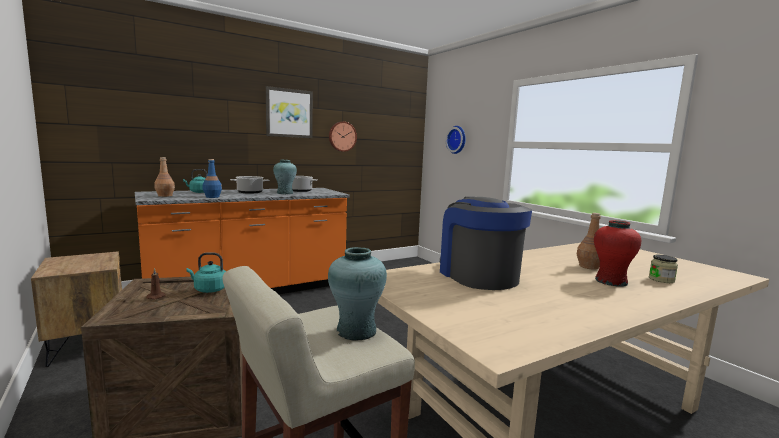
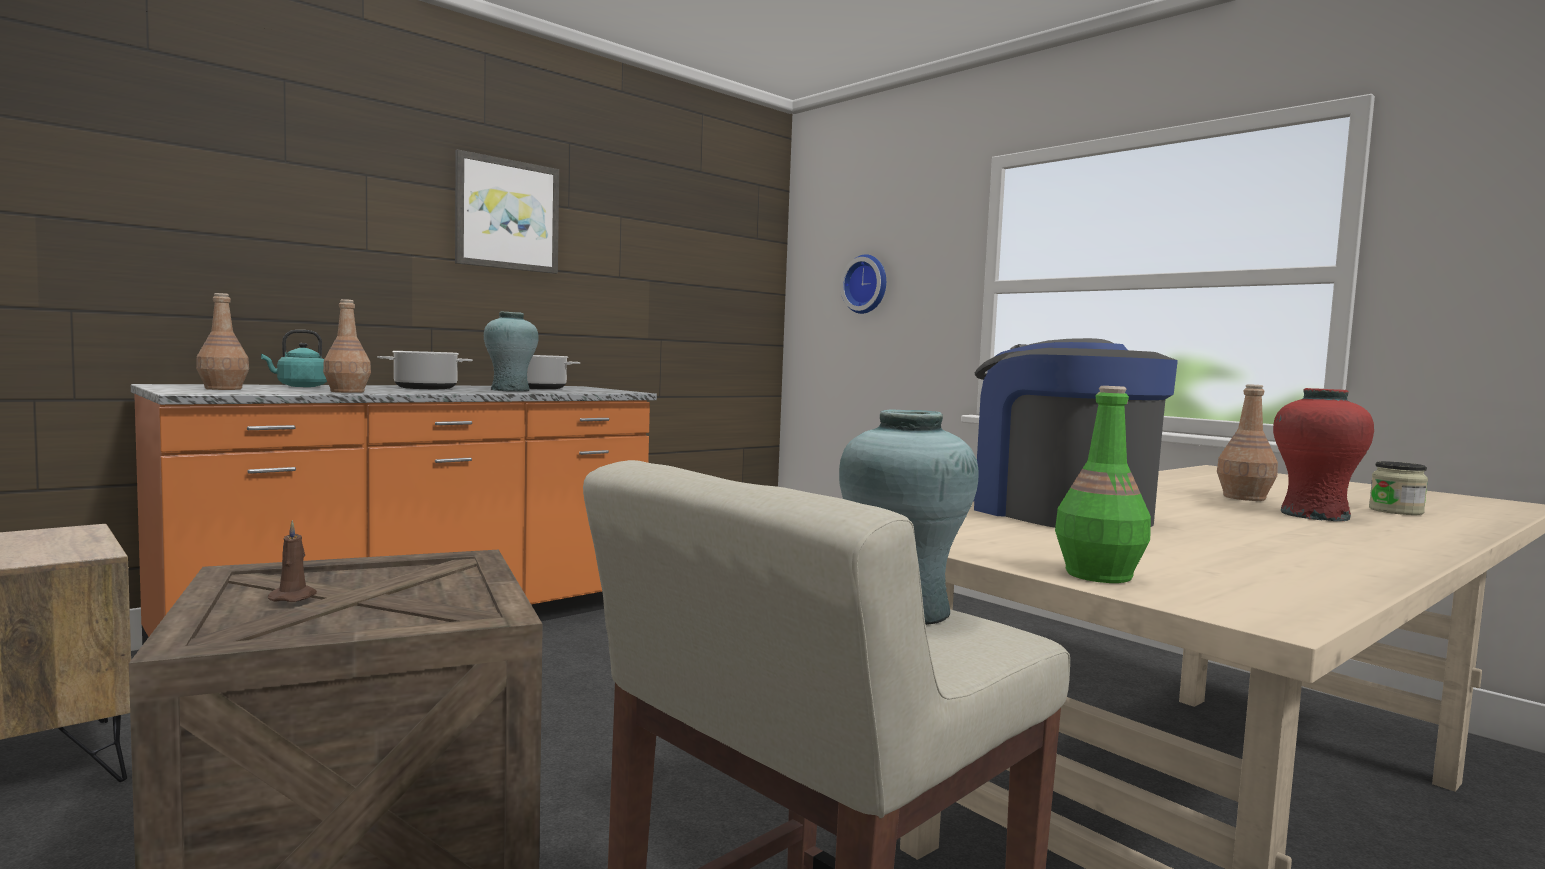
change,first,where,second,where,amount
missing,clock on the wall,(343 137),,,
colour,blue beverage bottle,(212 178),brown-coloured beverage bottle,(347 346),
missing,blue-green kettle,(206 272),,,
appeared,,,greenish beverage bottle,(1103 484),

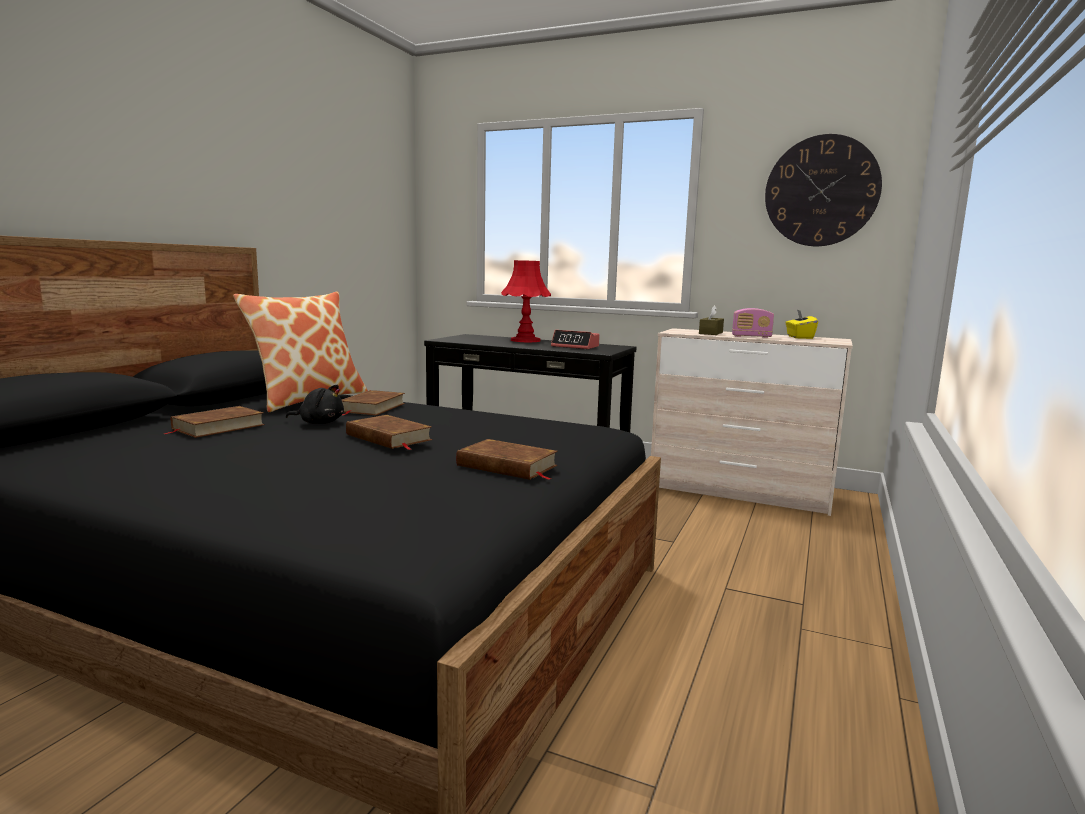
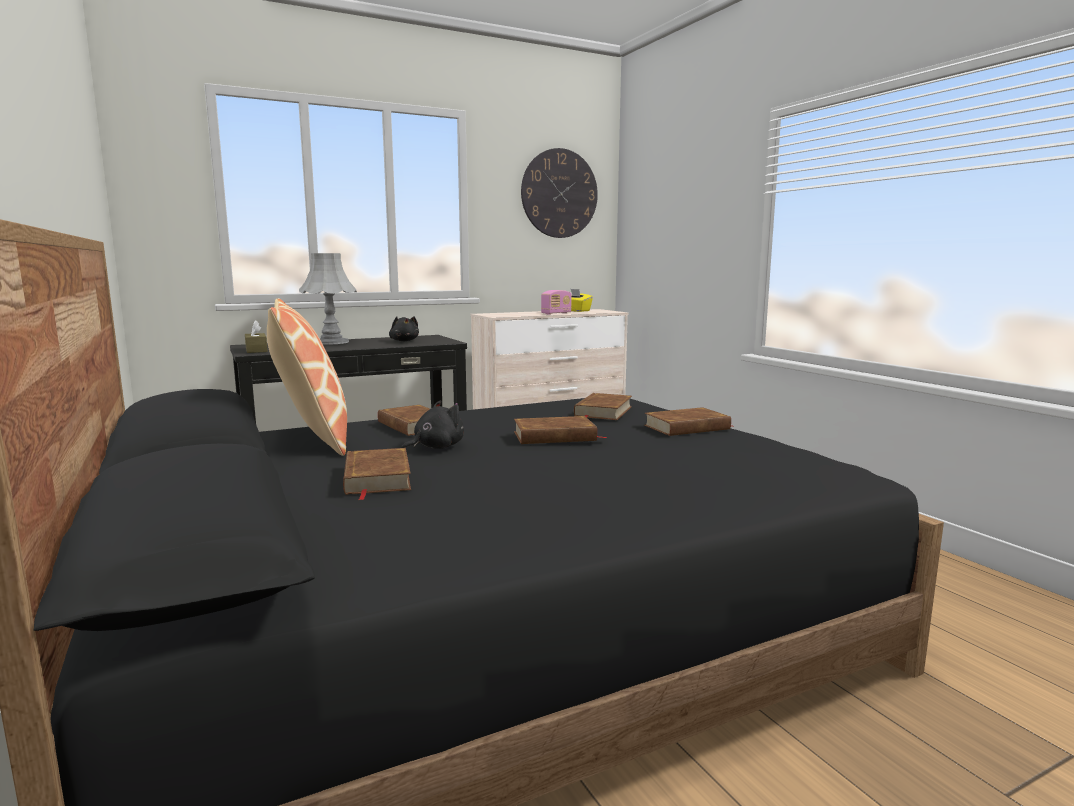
change,first,where,second,where,amount
colour,red tabletop lamp,(526 301),grey tabletop lamp,(328 298),
relocated,brown-coloured box of tissues,(711 320),,(256 336),
exchanged,alarm clock,(575 339),black plush toy,(404 328),
appeared,,,brown-coloured bound book,(603 406),

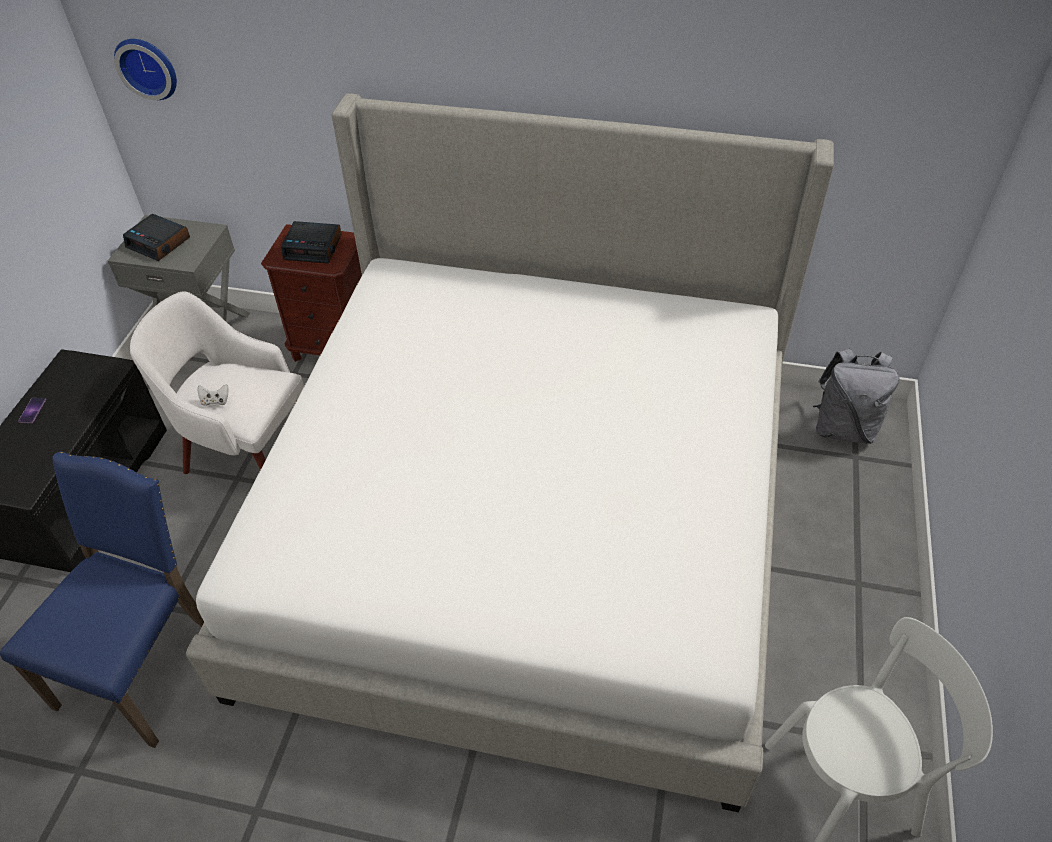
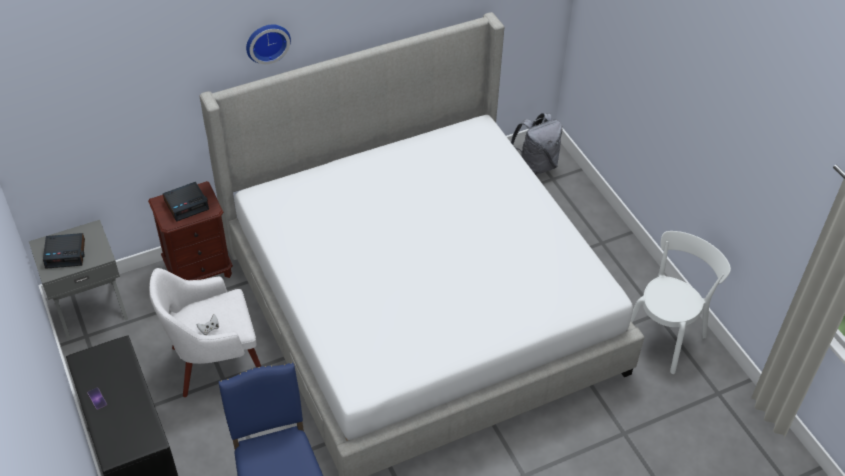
change,first,where,second,where,amount
relocated,clock on the wall,(145 69),,(268 44),

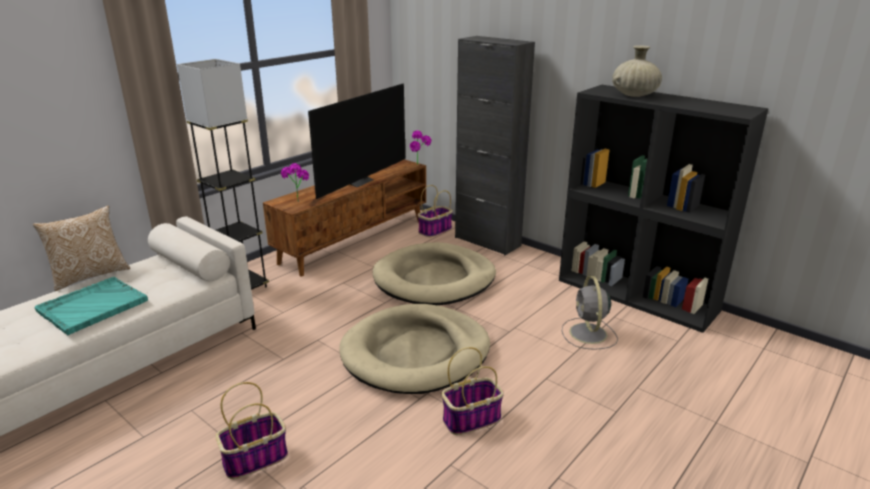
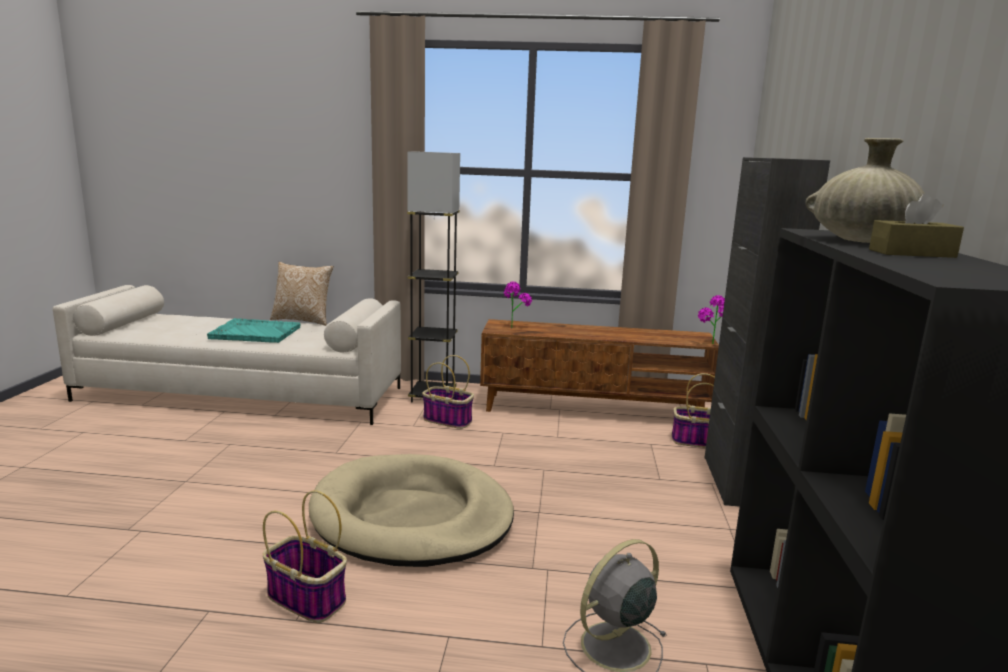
change,first,where,second,where,amount
missing,TV,(356 141),,,
missing,beige dog bed,(434 273),,,
relocated,basket,(252 430),,(448 392),
appeared,,,brown-coloured box of tissues,(916 226),

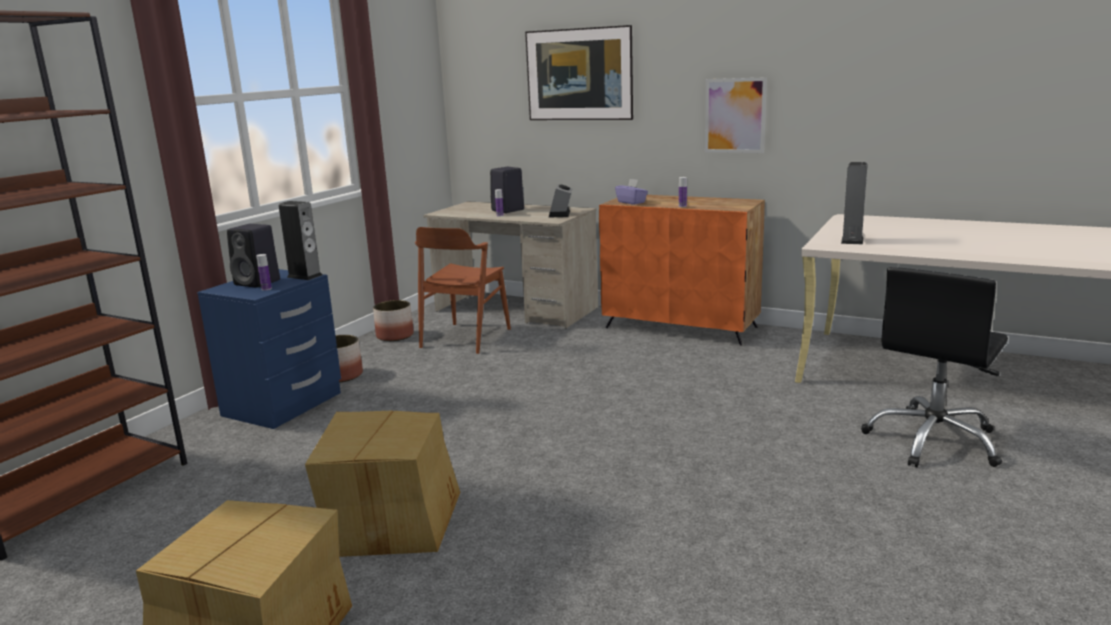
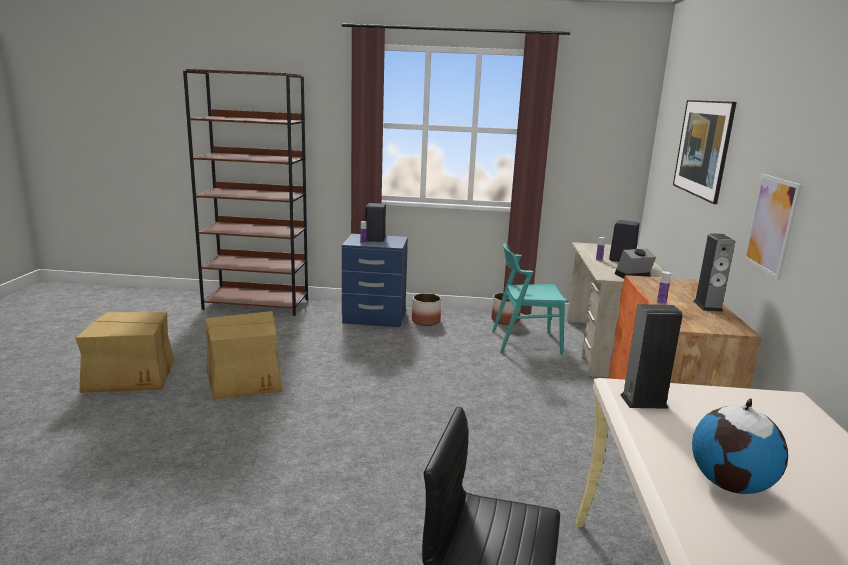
change,first,where,second,where,amount
missing,purple-coloured box of tissues,(631 192),,,
relocated,speaker,(300 240),,(714 272),
colour,brown-coloured plain chair,(463 290),blue-green plain chair,(530 299),
appeared,,,desk globe,(740 446),

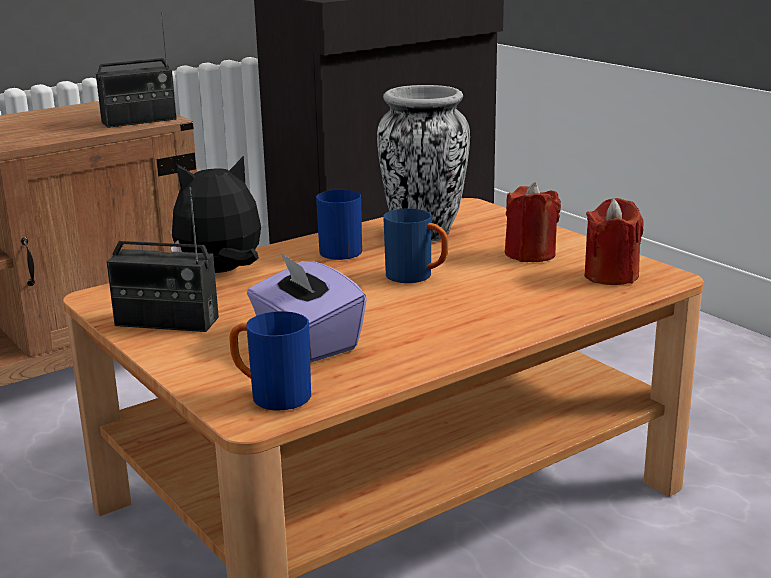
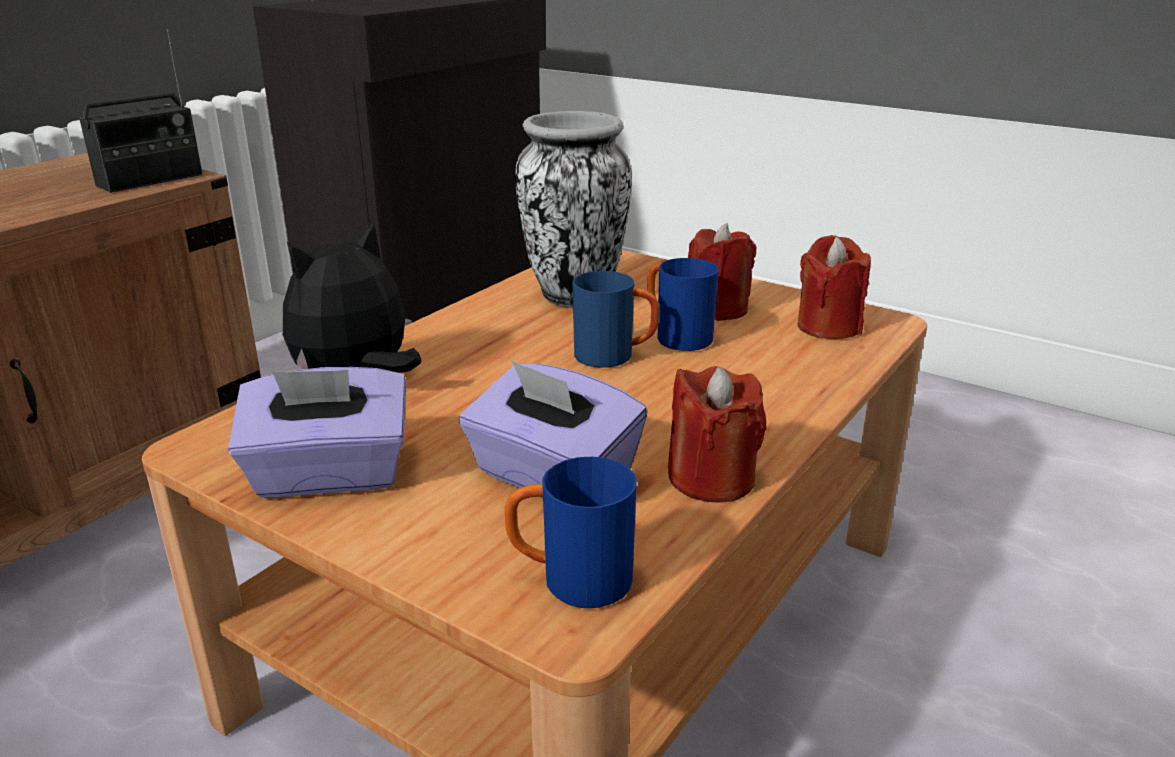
change,first,where,second,where,amount
exchanged,radio set,(163 259),purple-coloured box of tissues,(317 432),
relocated,blue coffee mug,(339 225),,(683 304),
appeared,,,red candle,(717 434),

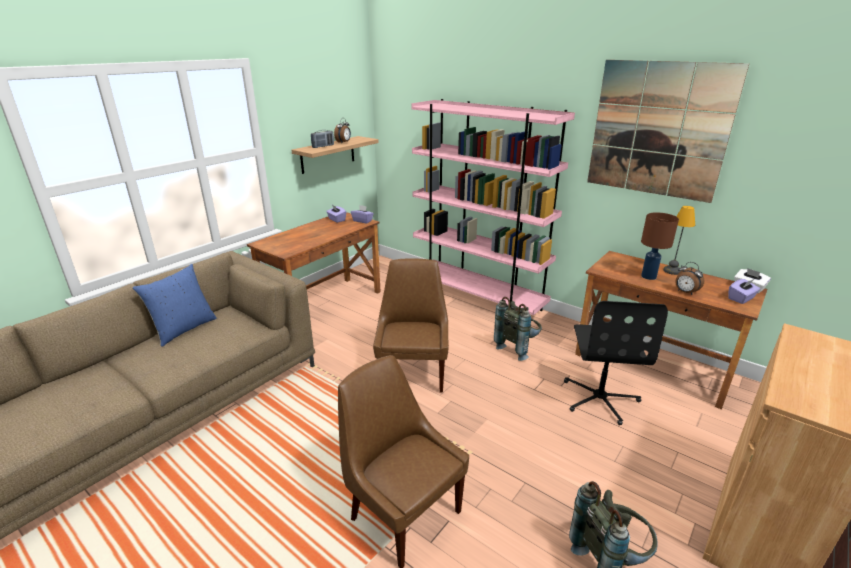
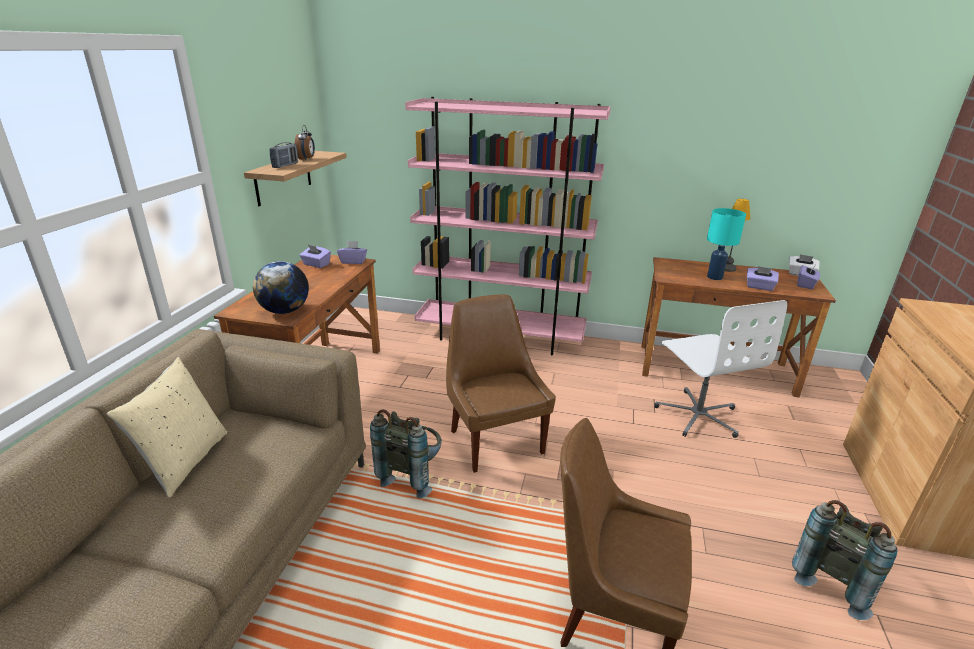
change,first,where,second,where,amount
missing,wall art,(668 131),,,
colour,brown-coloured tabletop lamp,(660 246),blue-green tabletop lamp,(726 244),
exchanged,alarm clock,(690 278),purple-coloured box of tissues,(763 278),
colour,blue pillow,(175 305),beige pillow,(167 427),
relocated,grey backpack,(518 329),,(406 454),
colour,black desk chair,(616 363),white desk chair,(720 369),
appeared,,,desk globe,(281 287),

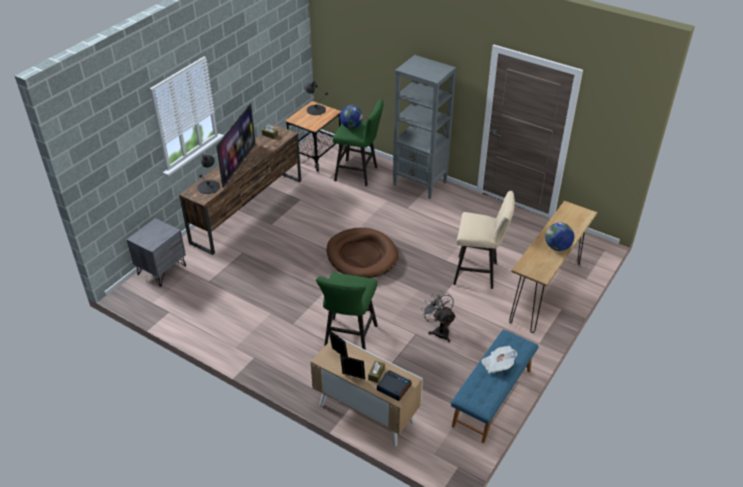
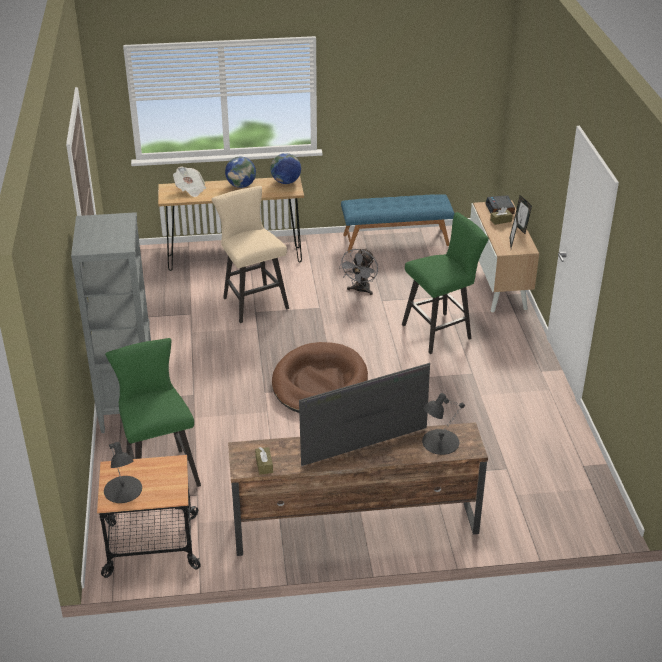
change,first,where,second,where,amount
relocated,desk globe,(351 117),,(286 168),
missing,grey night table,(156 252),,,
relocated,newspaper,(499 359),,(189 182),

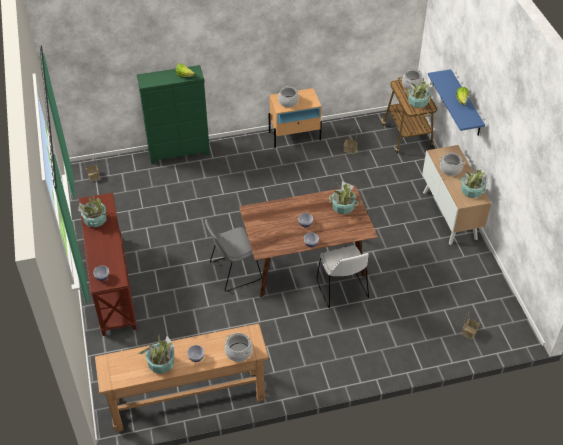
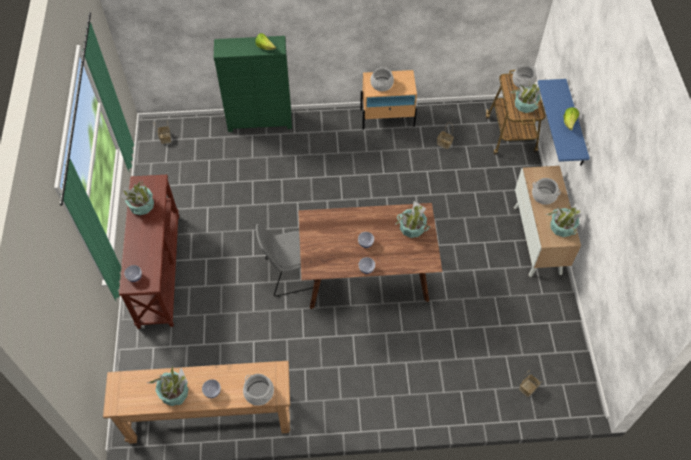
change,first,where,second,where,amount
missing,white plain chair,(343 277),,,

